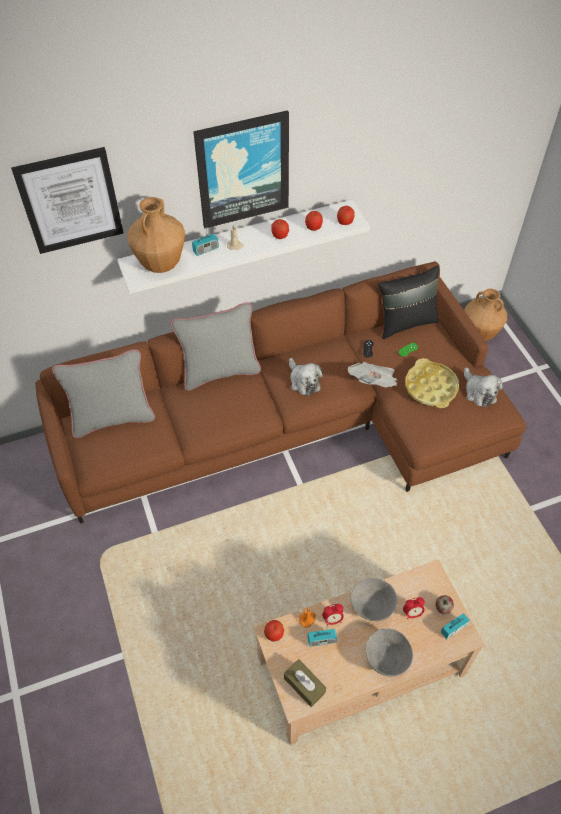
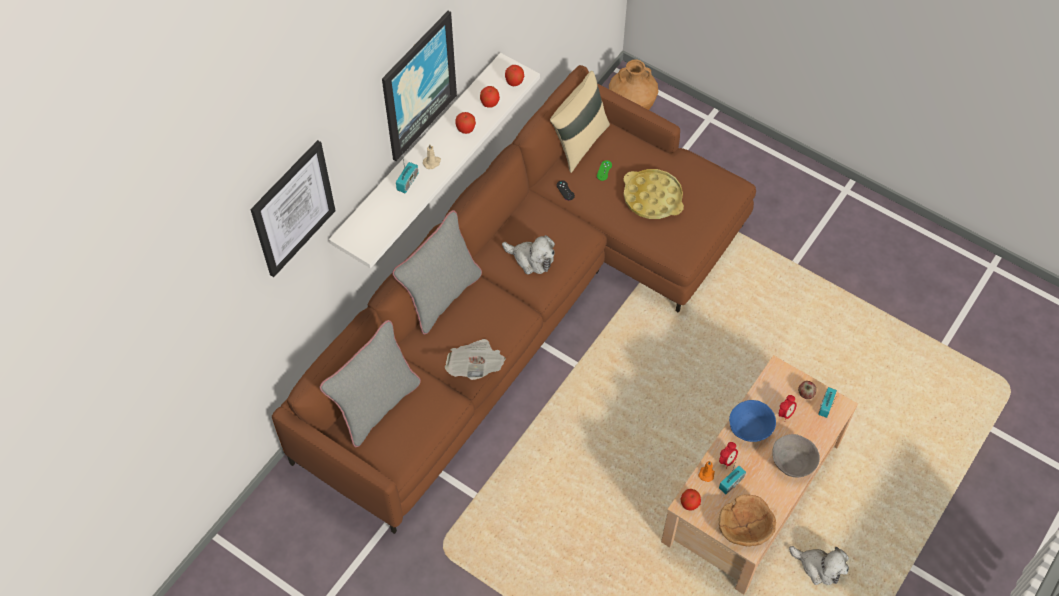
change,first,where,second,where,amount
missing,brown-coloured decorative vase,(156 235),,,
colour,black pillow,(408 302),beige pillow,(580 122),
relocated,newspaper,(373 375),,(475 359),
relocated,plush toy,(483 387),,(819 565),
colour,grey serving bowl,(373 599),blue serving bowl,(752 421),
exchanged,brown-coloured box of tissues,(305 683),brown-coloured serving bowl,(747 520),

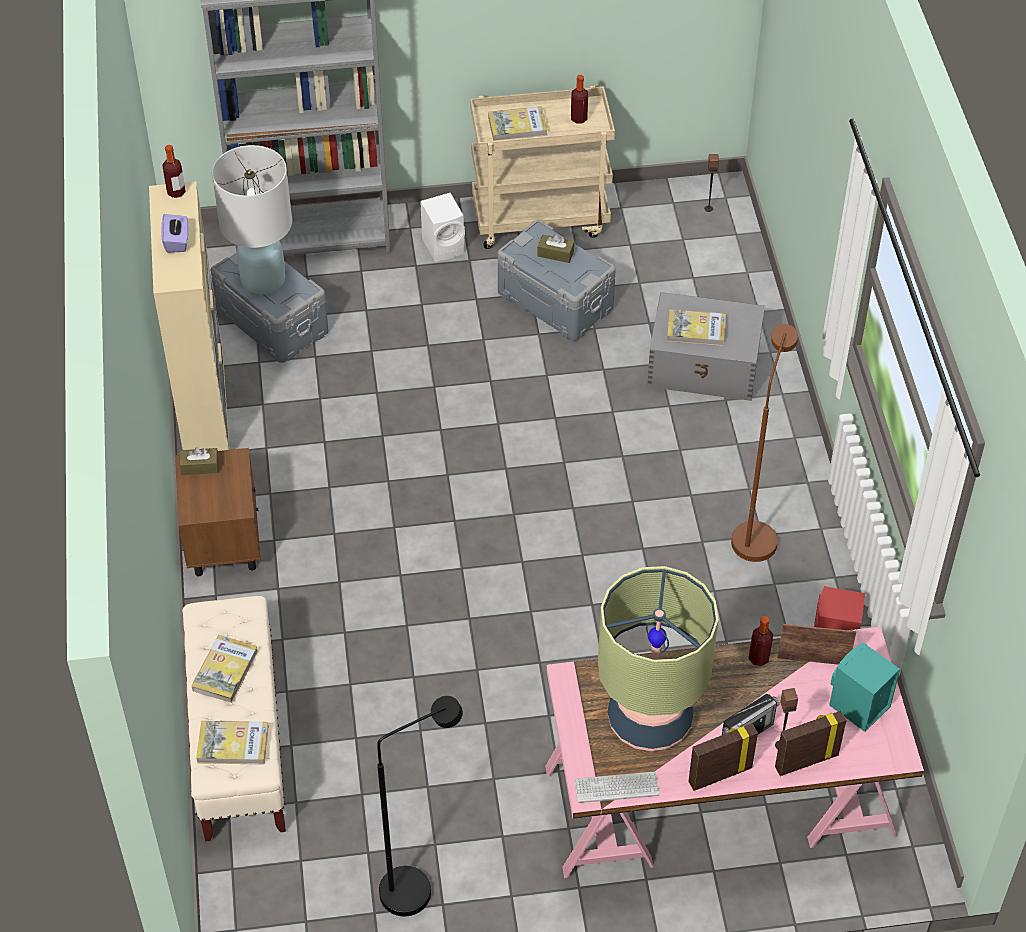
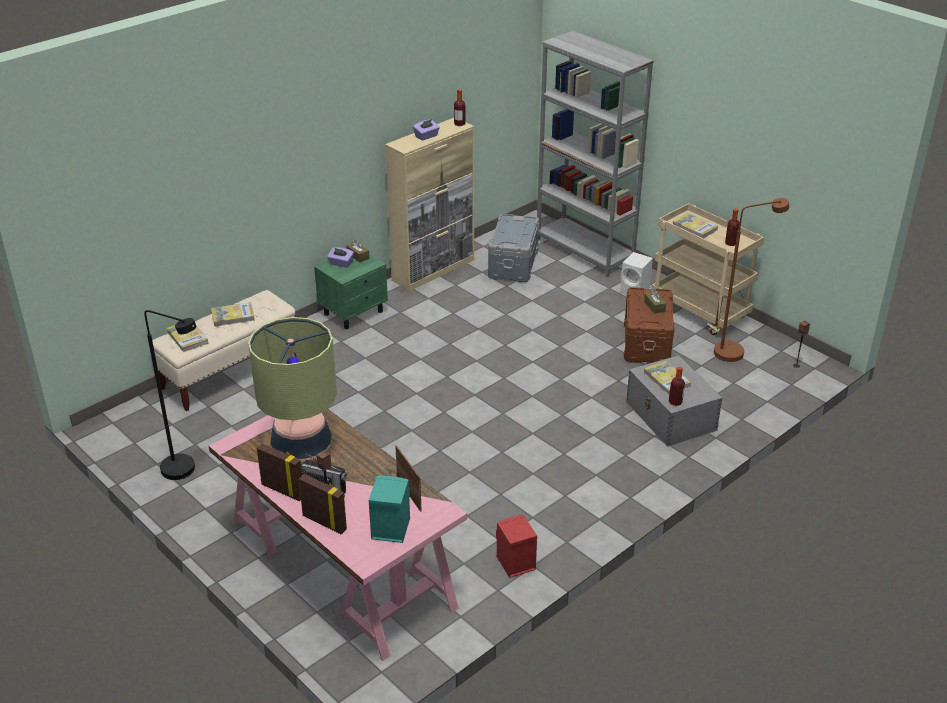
change,first,where,second,where,amount
missing,white tabletop lamp,(252 219),,,
colour,grey storage box,(557 280),brown-coloured storage box,(649 325),
relocated,brown-coloured standing lamp,(764 443),,(751 280),
colour,brown-coloured night table,(218 512),greenish night table,(351 291),
relocated,beverage bottle,(760 641),,(677 386),
missing,PC keyboard,(617 787),,,
appeared,,,purple-coloured box of tissues,(340 257),

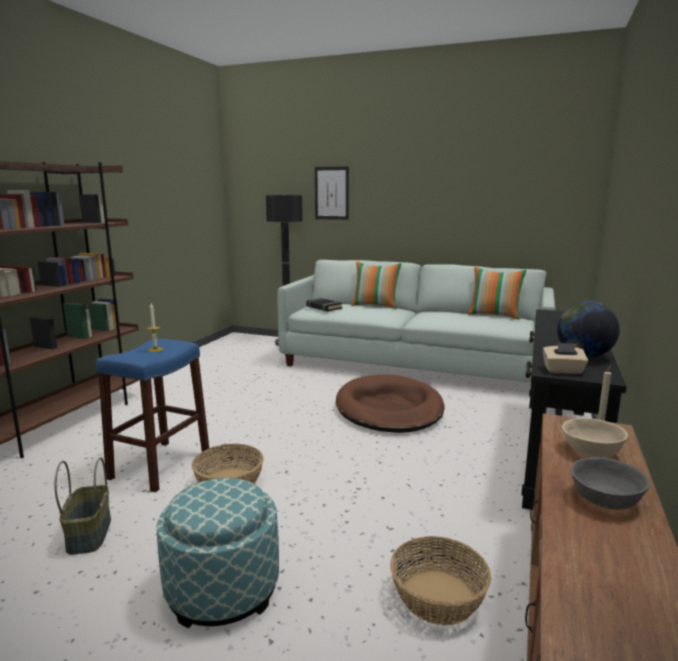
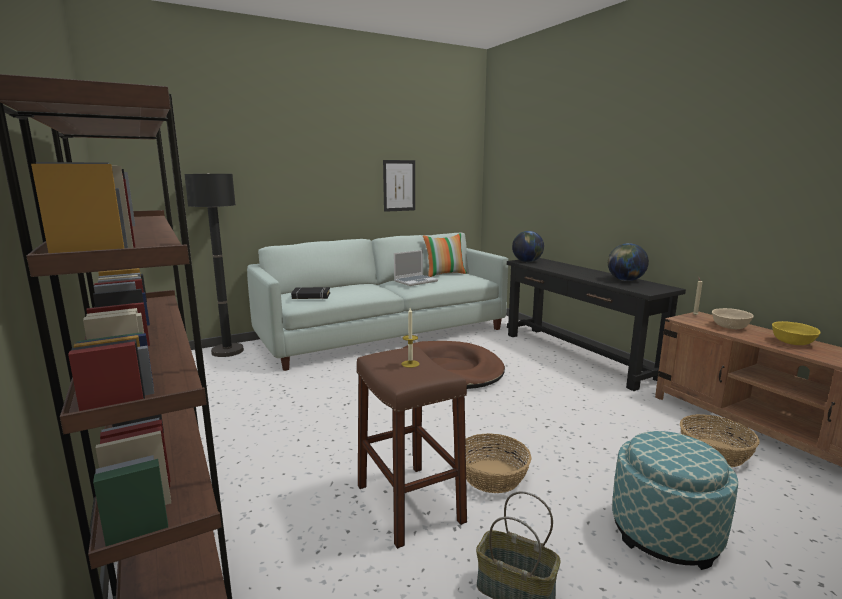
change,first,where,second,where,amount
relocated,wall art,(332 193),,(399 186),
missing,pillow,(376 285),,,
colour,blue stool seat,(152 415),brown-coloured stool seat,(412 448),
missing,beige box of tissues,(565 358),,,
colour,grey serving bowl,(610 483),yellow serving bowl,(796 333),
appeared,,,desk globe,(528 246),
appeared,,,laptop,(416 268),

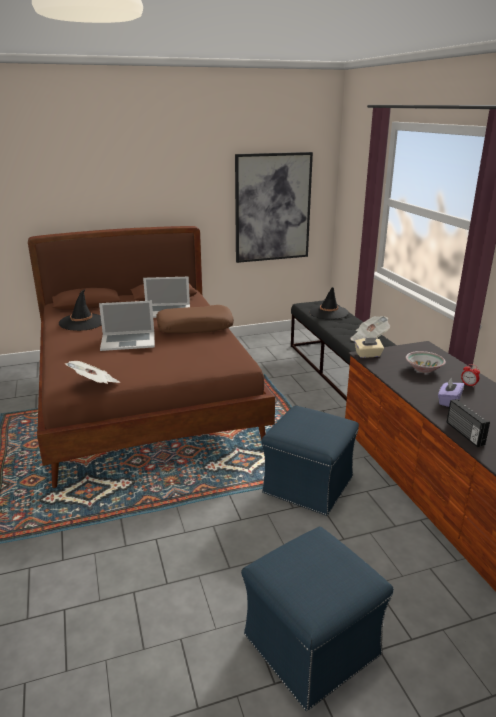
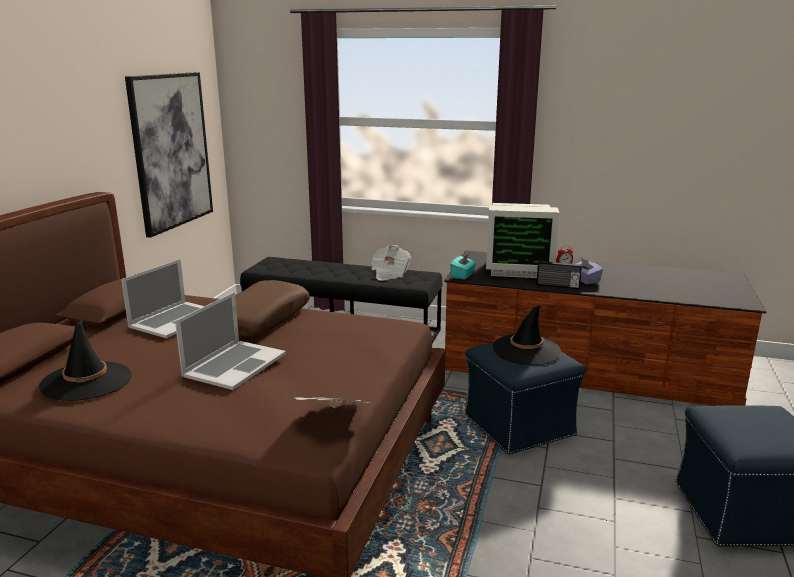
change,first,where,second,where,amount
relocated,black hat,(329 303),,(527 335),
colour,beige box of tissues,(369 348),blue-green box of tissues,(463 267),
exchanged,serving bowl,(426 362),computer display,(523 240),
relocated,radio set,(468 423),,(559 274),

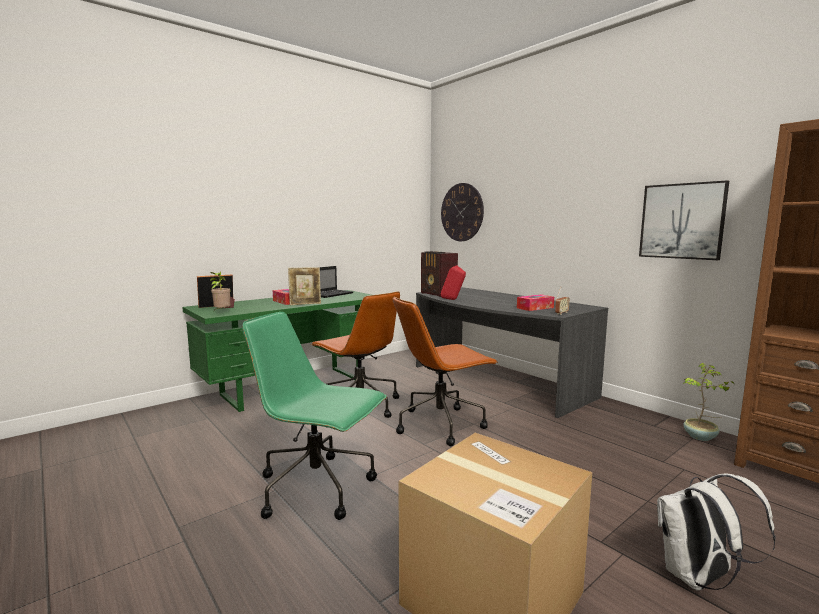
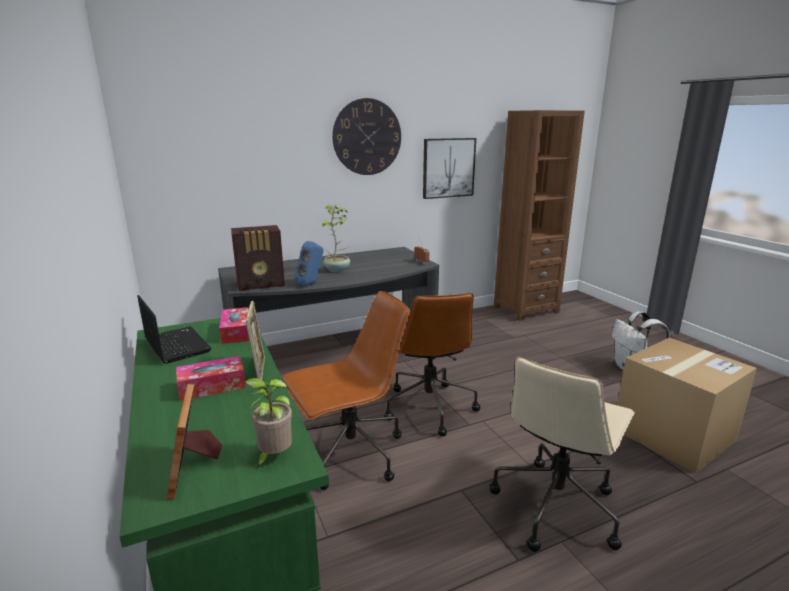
change,first,where,second,where,amount
relocated,clock on the wall,(462 212),,(366 136),
colour,red speaker,(453 283),blue speaker,(309 263),
relocated,box of tissues,(535 303),,(234 325),
colour,greenish desk chair,(314 416),beige desk chair,(562 454),
relocated,houseplant,(709 402),,(336 238),

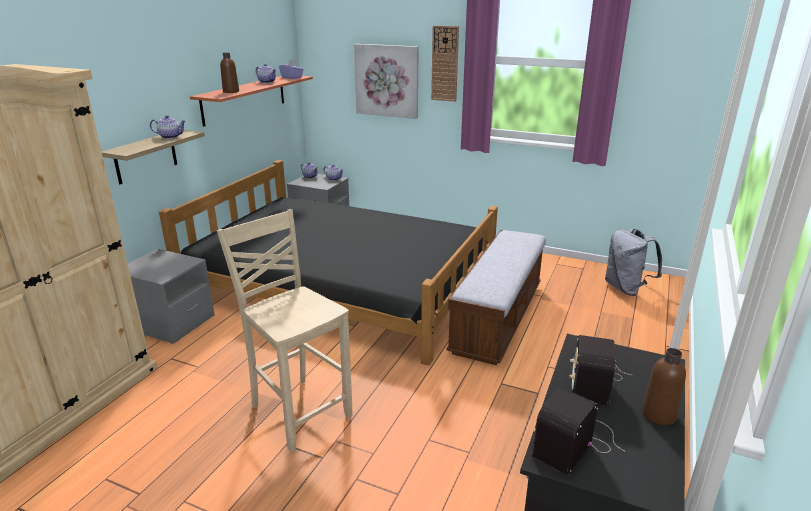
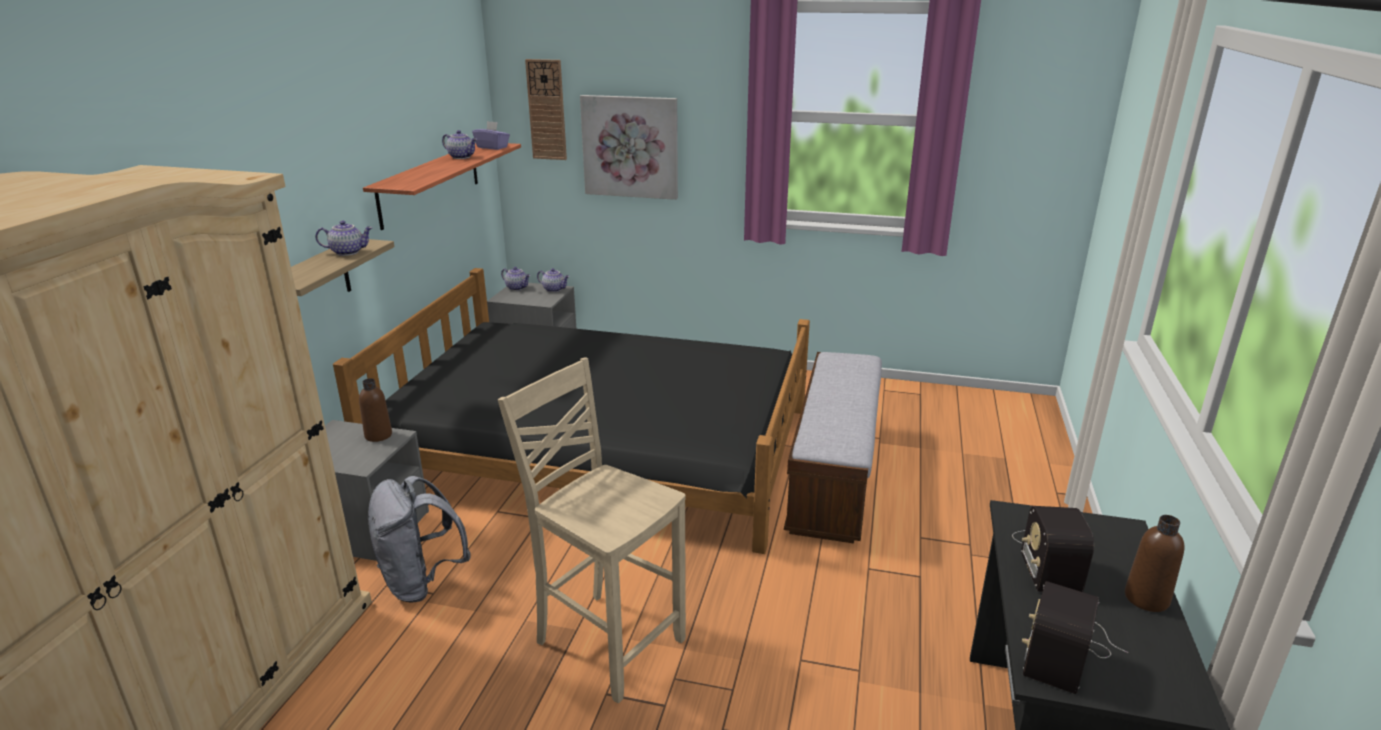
change,first,where,second,where,amount
relocated,clock on the wall,(445 63),,(546 109),
relocated,brown-coloured beverage bottle,(229 73),,(375 410),
relocated,grey backpack,(633 262),,(419 539),

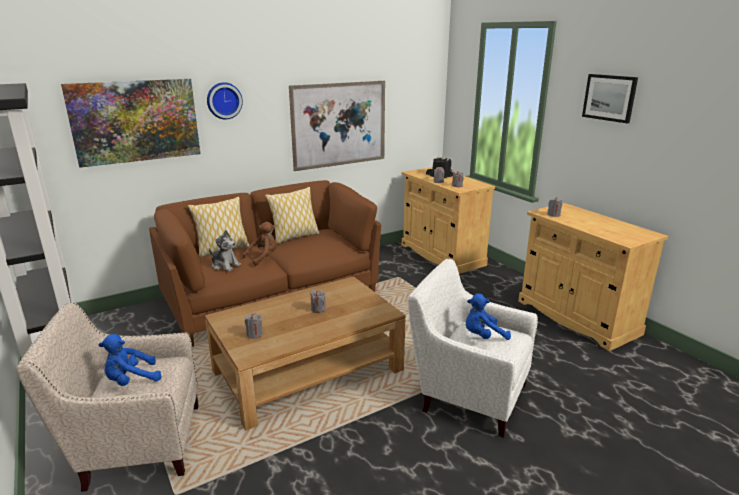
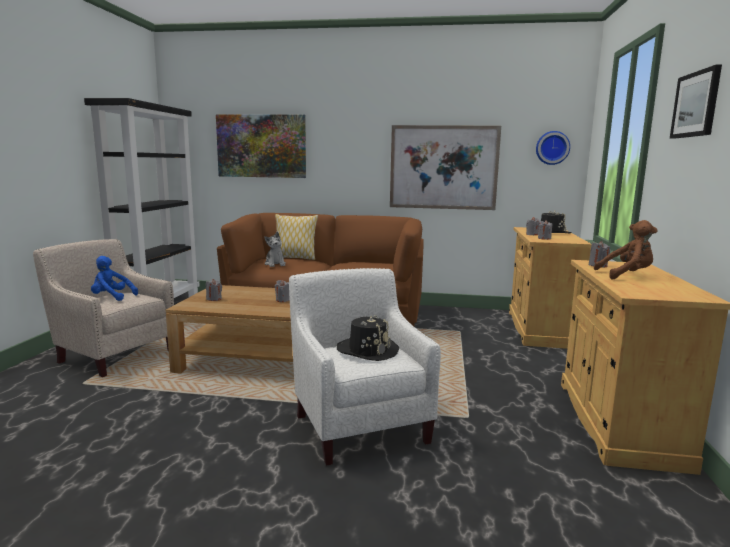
change,first,where,second,where,amount
relocated,clock on the wall,(225 101),,(553 148),
missing,pillow,(292 215),,,
relocated,brown-coloured plush toy,(259 244),,(625 249),
exchanged,blue plush toy,(488 316),black hat,(368 338),

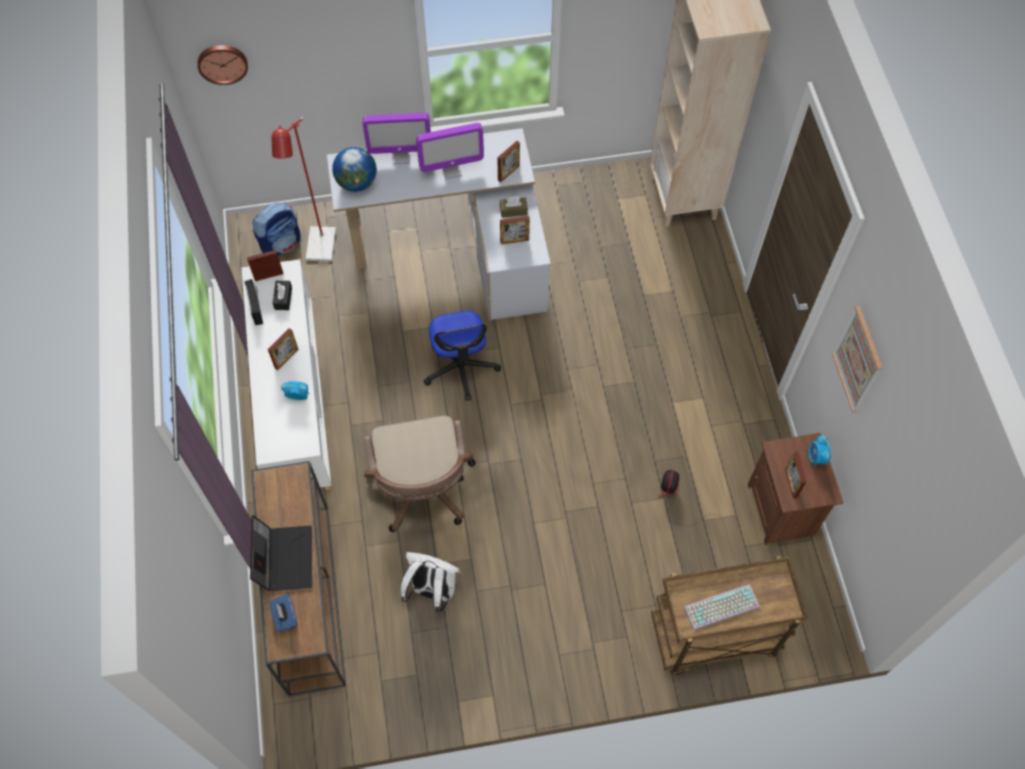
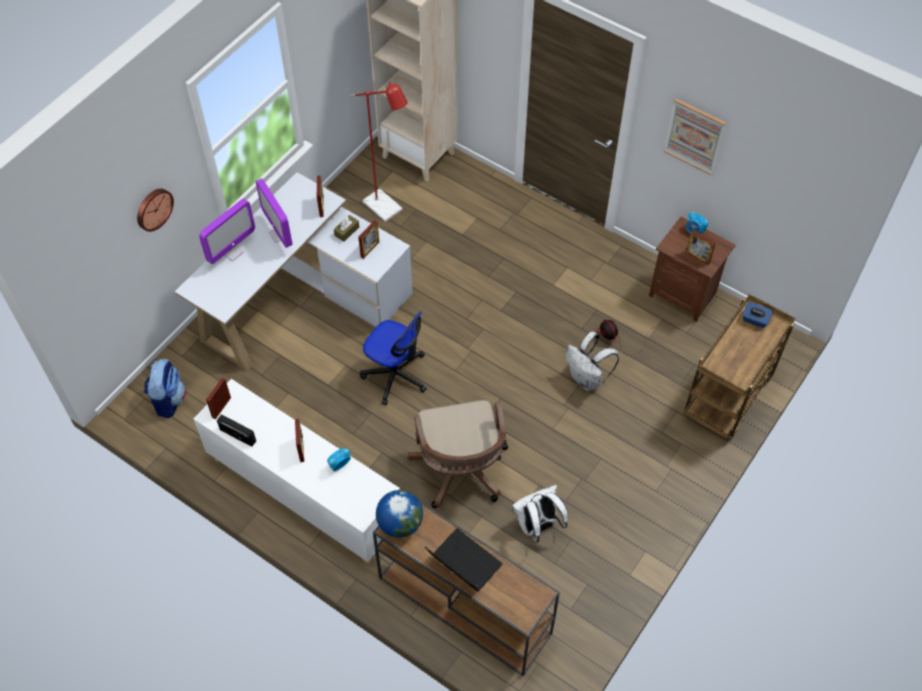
change,first,where,second,where,amount
relocated,clock on the wall,(223 65),,(155 210),
relocated,red standing lamp,(304 189),,(379 152),
spun,computer display,(450 151),,(274 213),120 degrees clockwise
relocated,desk globe,(354 169),,(399 514),
missing,black box of tissues,(282 295),,,
spun,brown-coloured desk chair,(419 474),,(457 454),45 degrees clockwise
missing,PC keyboard,(722 607),,,
relocated,blue box of tissues,(284 613),,(757 315),
appeared,,,white backpack,(592 361),

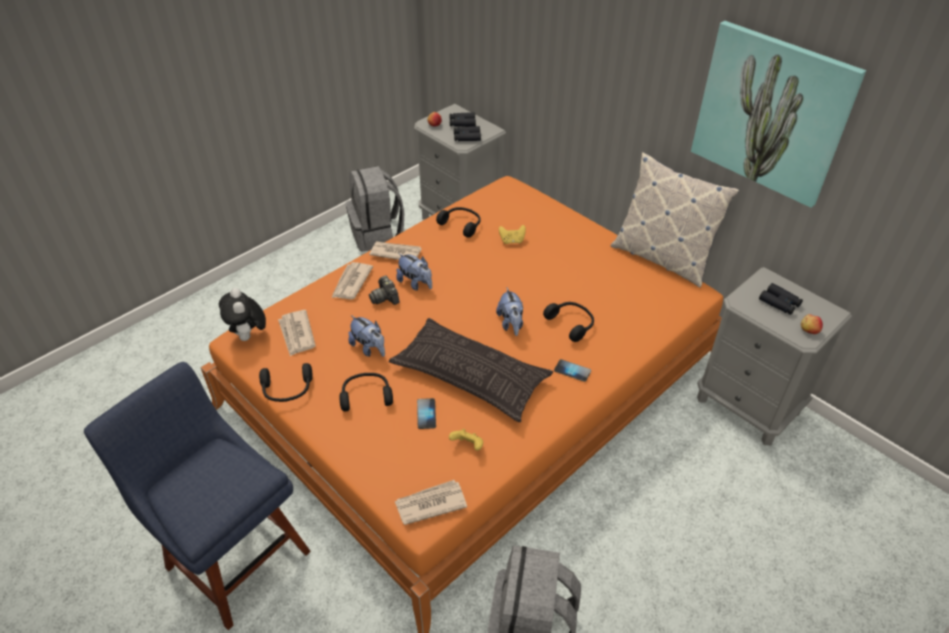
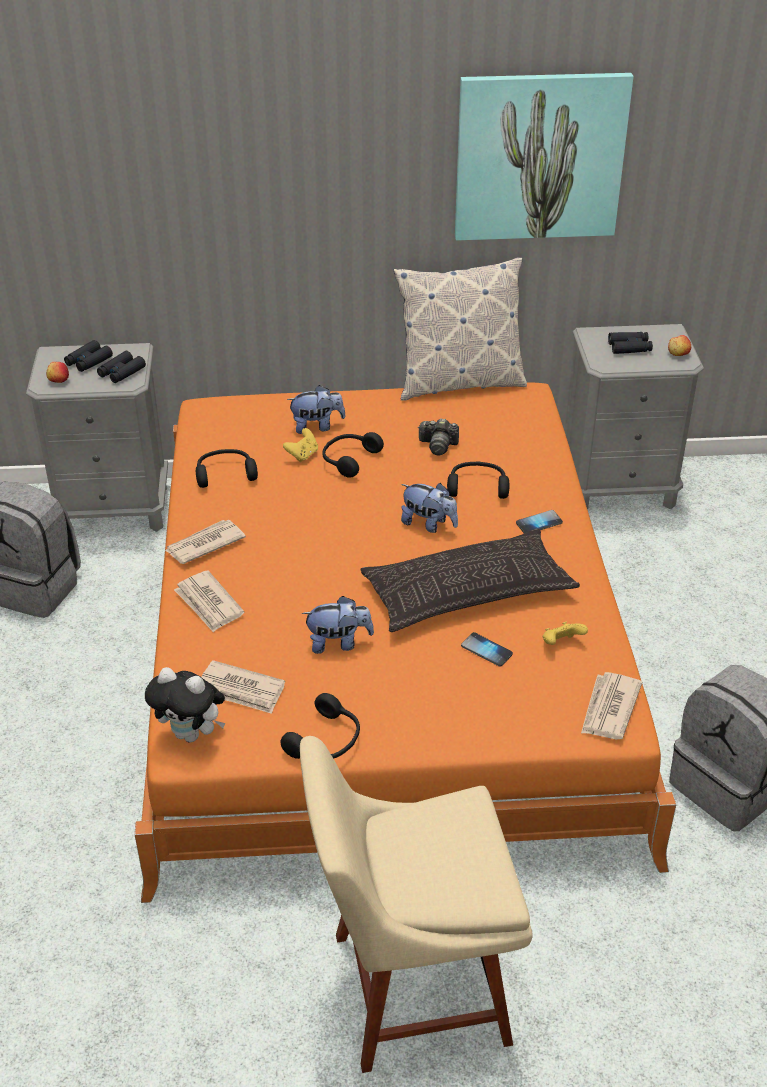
change,first,where,second,where,amount
relocated,plush toy,(414 272),,(316 409),
relocated,still camera,(384 290),,(438 437),
colour,blue plain chair,(197 496),beige plain chair,(416 904),
relocated,black pair of headphones,(366 392),,(353 455),

